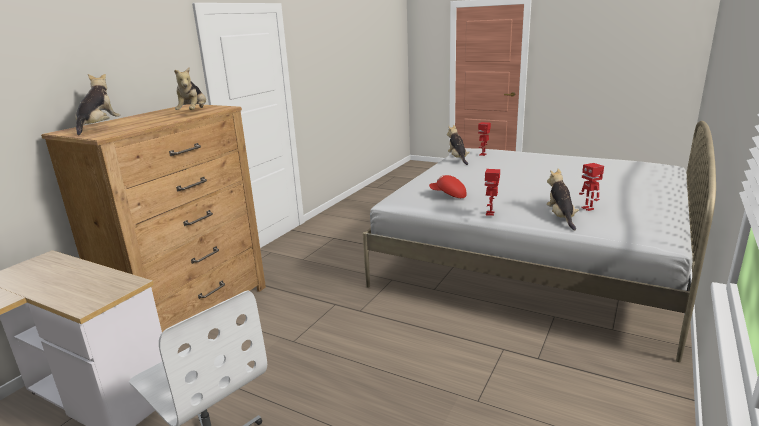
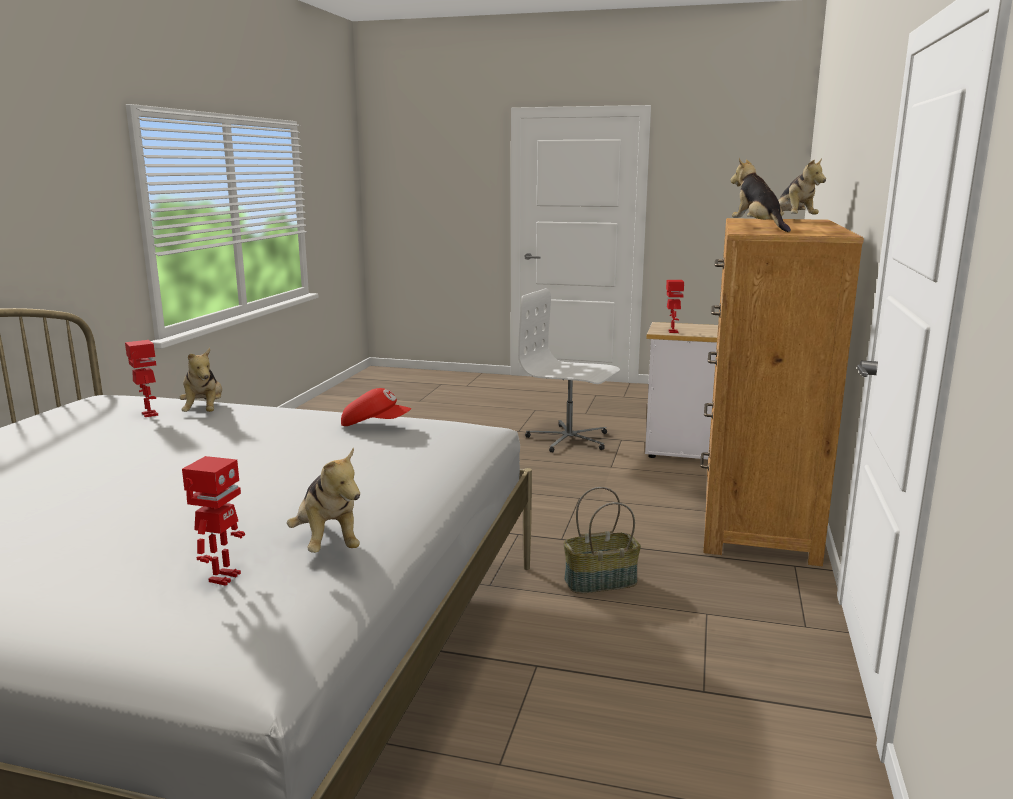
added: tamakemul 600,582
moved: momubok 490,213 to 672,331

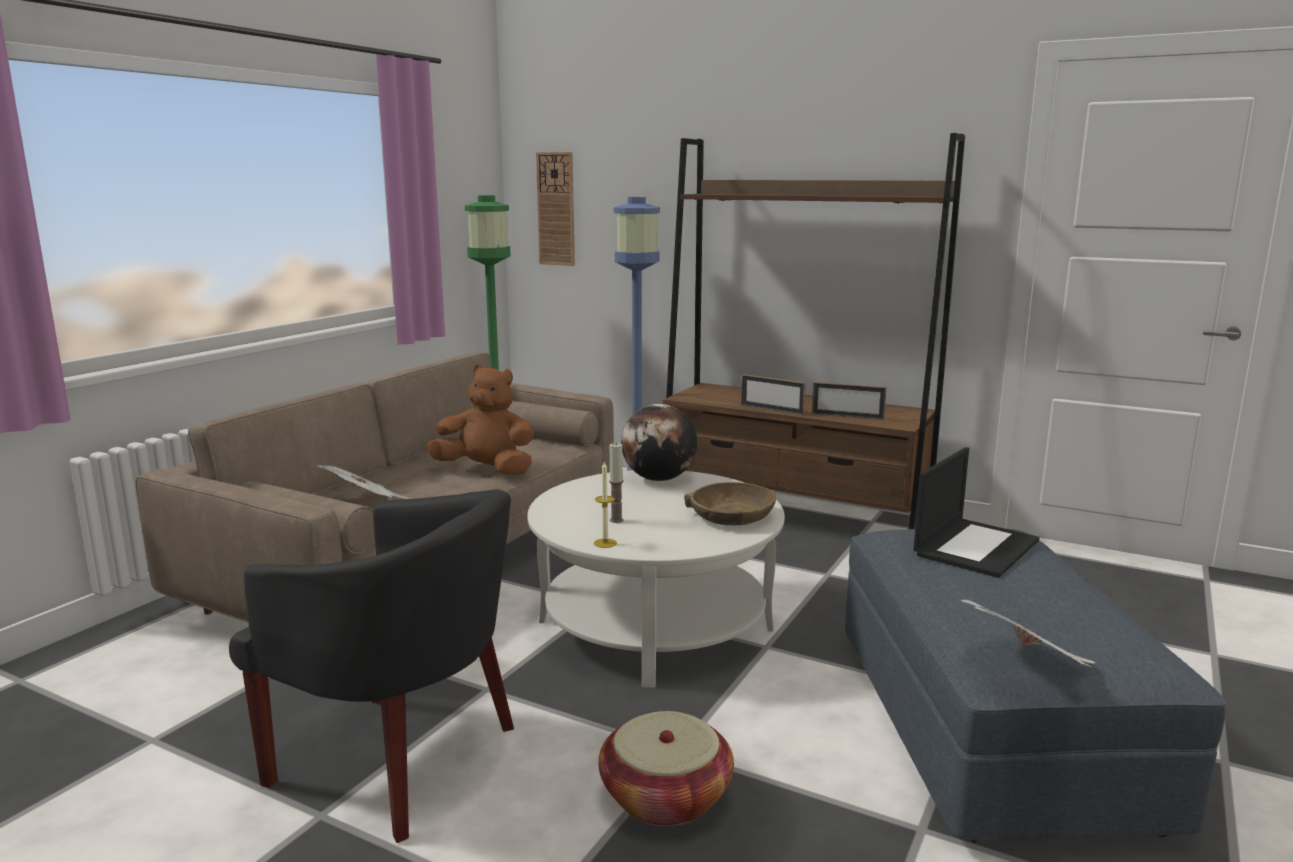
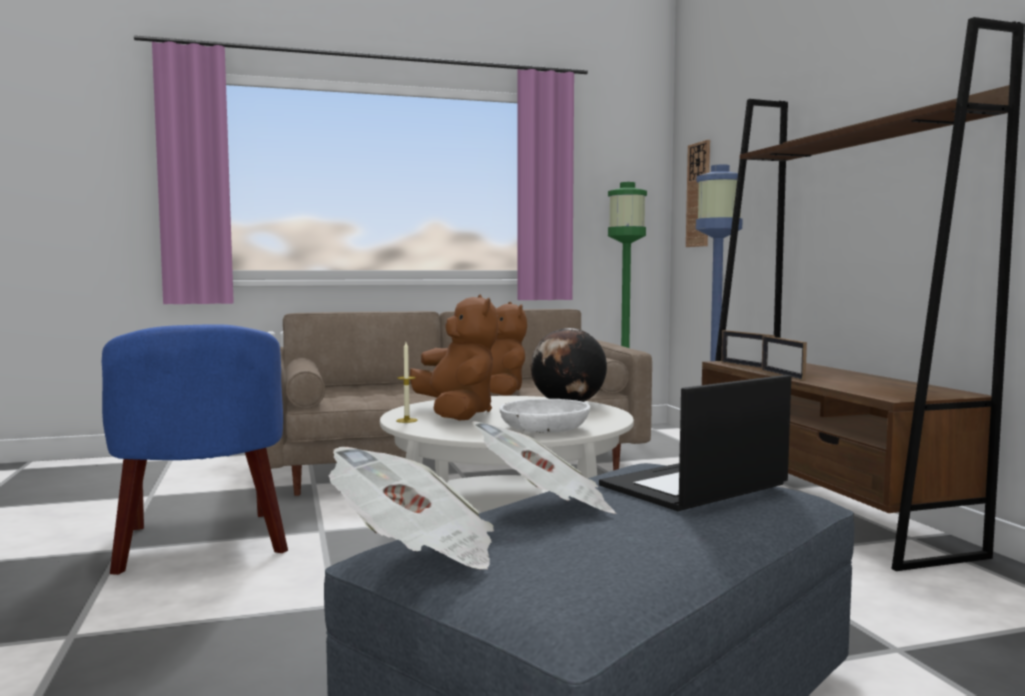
removed: tamakemul 665,797
moved: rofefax 847,416 to 746,366; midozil 366,503 to 545,504
replaced: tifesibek 616,520 to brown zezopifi 457,414
recoloured: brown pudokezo 731,516 to white pudokezo 543,428; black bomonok 400,761 to blue bomonok 201,543
turned: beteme 975,547 = 693,486 150 degrees clockwise

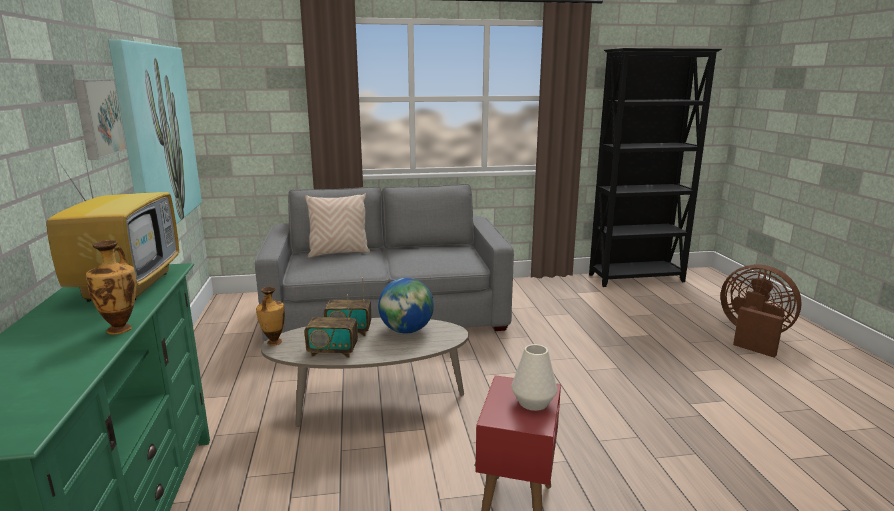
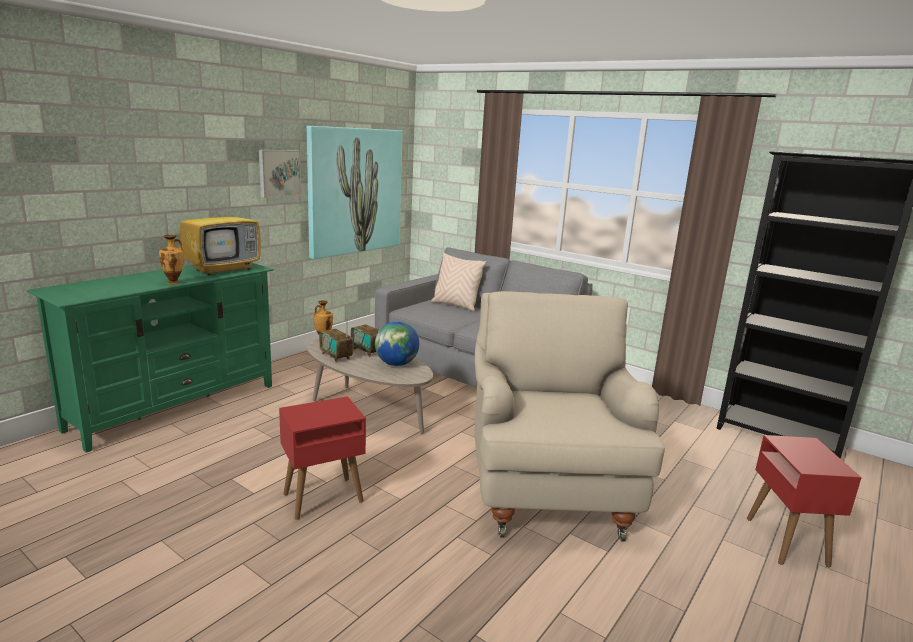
removed: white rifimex 533,403
added: beige bomonok 546,484
replaced: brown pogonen 752,337 to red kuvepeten 785,541

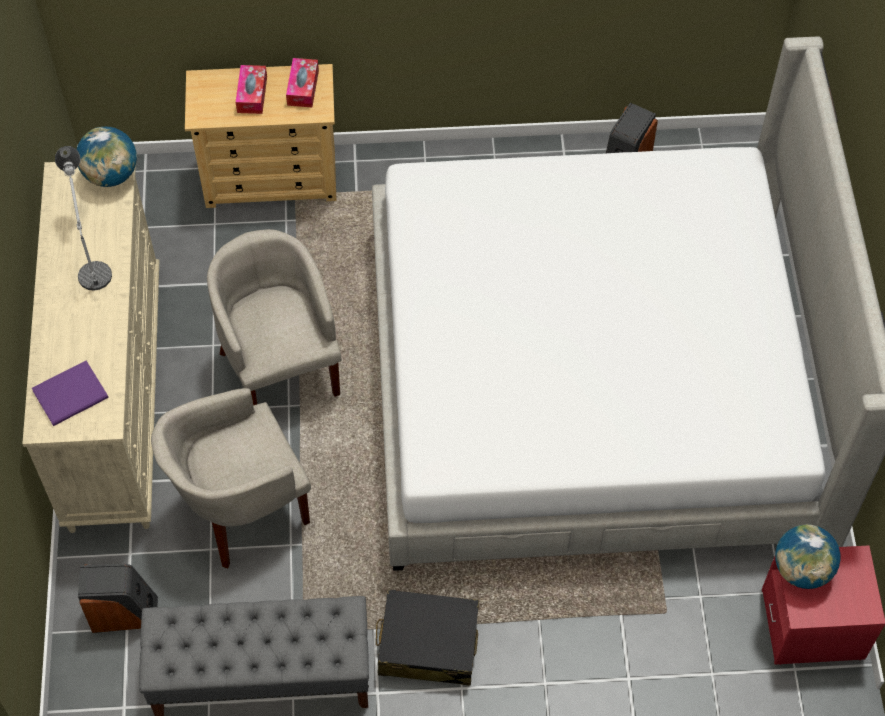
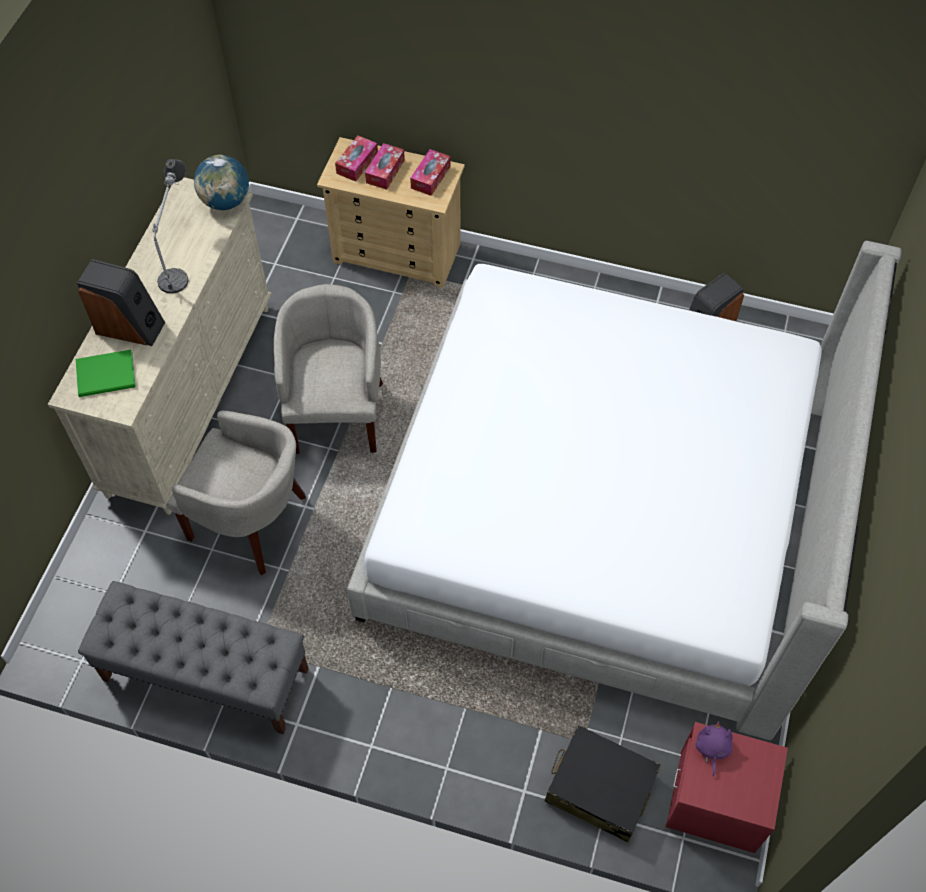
added: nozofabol 357,163
moved: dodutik 124,612 to 130,326; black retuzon 428,644 to 599,788
replaced: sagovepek 801,570 to purple zezopifi 712,748
recoloured: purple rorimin 73,395 to green rorimin 108,376
turned: beige bomonok 240,508 = 251,522 150 degrees counterclockwise

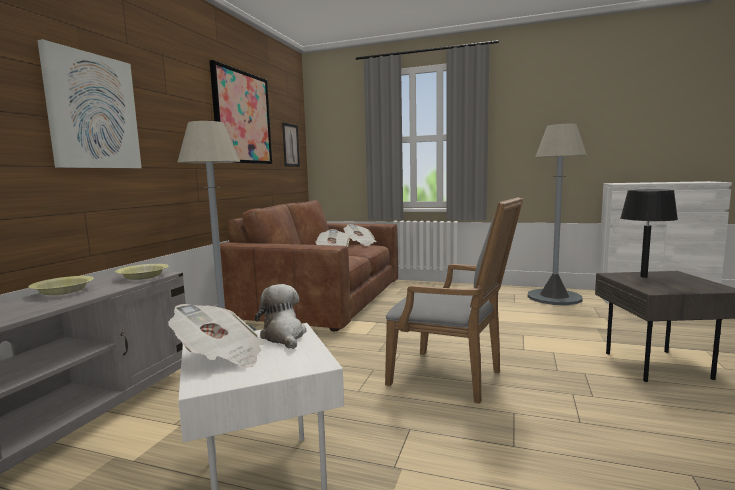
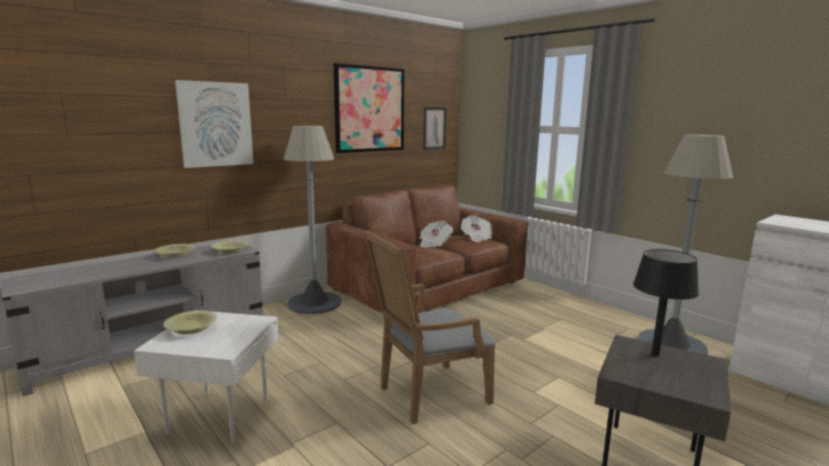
removed: zezopifi 284,336
replaced: midozil 221,357 to yellow pudokezo 191,329
turned: grey bomonok 453,378 = 427,395 90 degrees clockwise

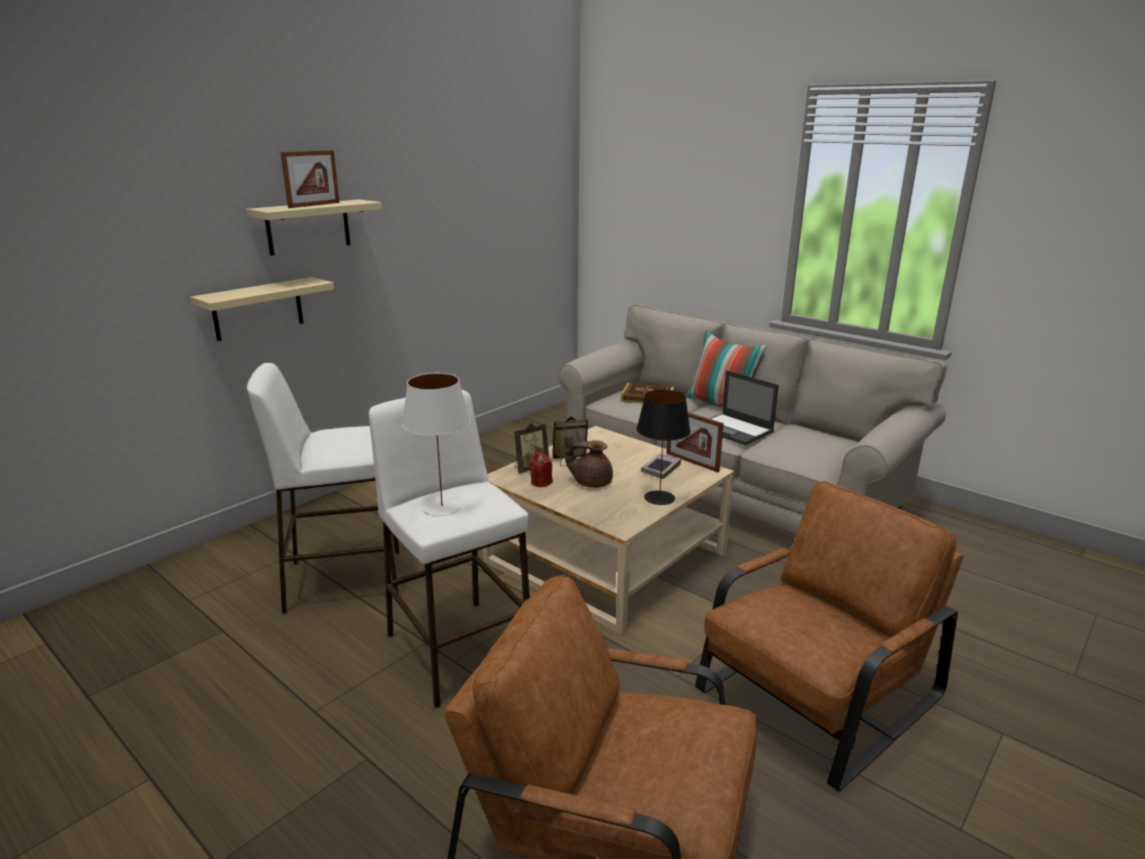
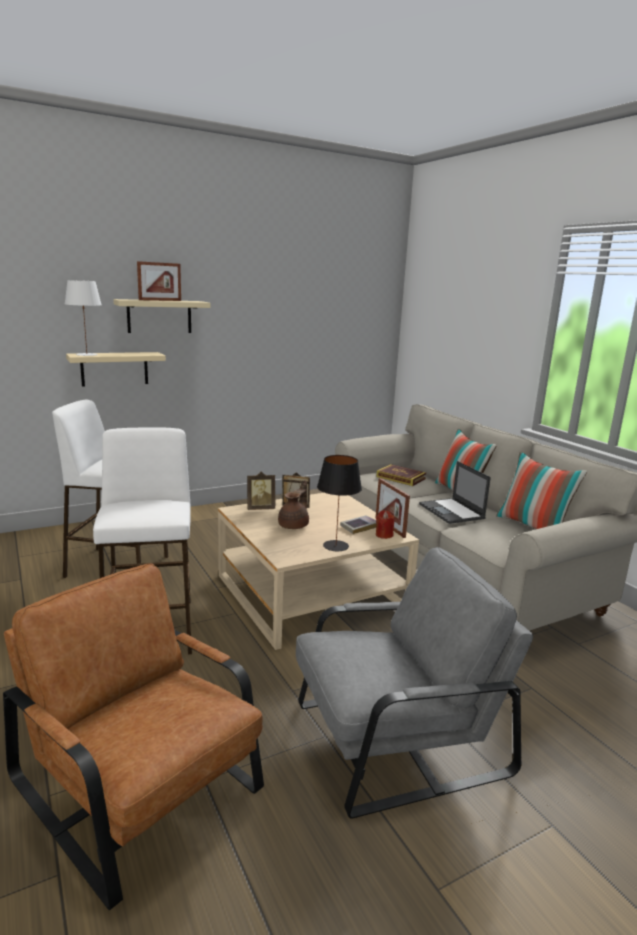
added: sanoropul 533,527
moved: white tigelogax 441,506 to 86,354; red tifesibek 541,482 to 384,535
recoloured: brown bomonok 816,695 to grey bomonok 396,738
turned: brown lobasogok 590,482 = 294,525 90 degrees clockwise

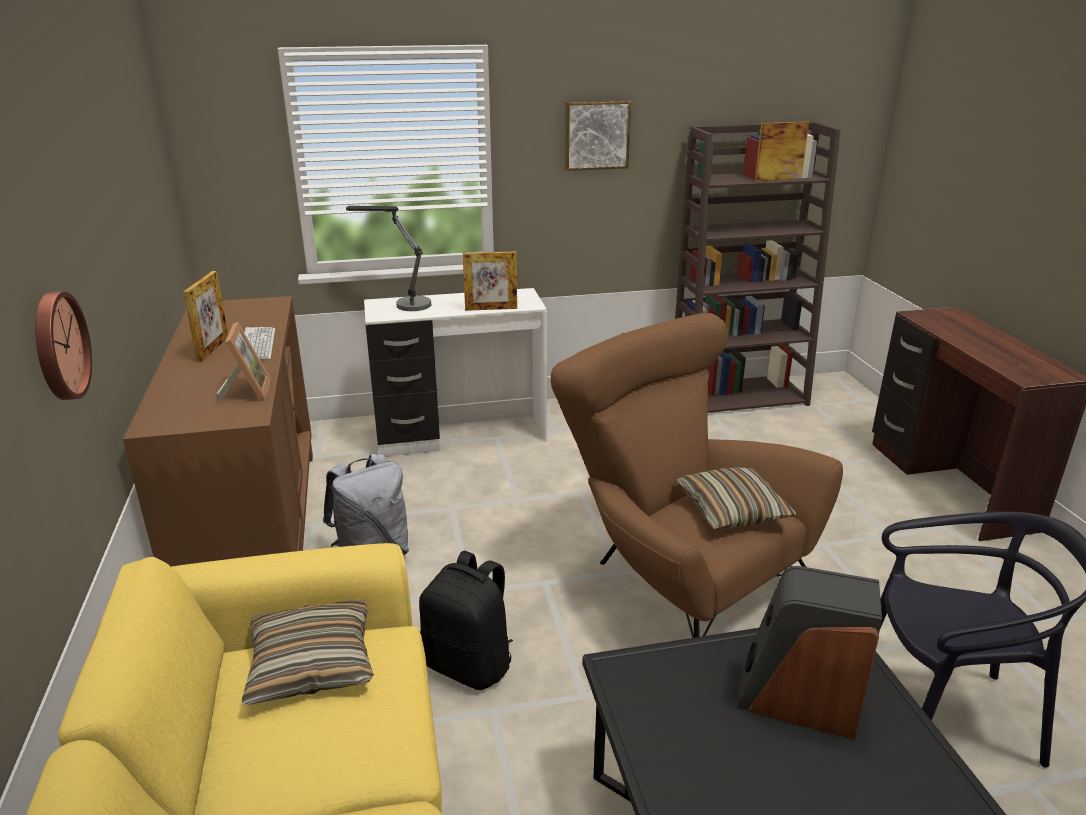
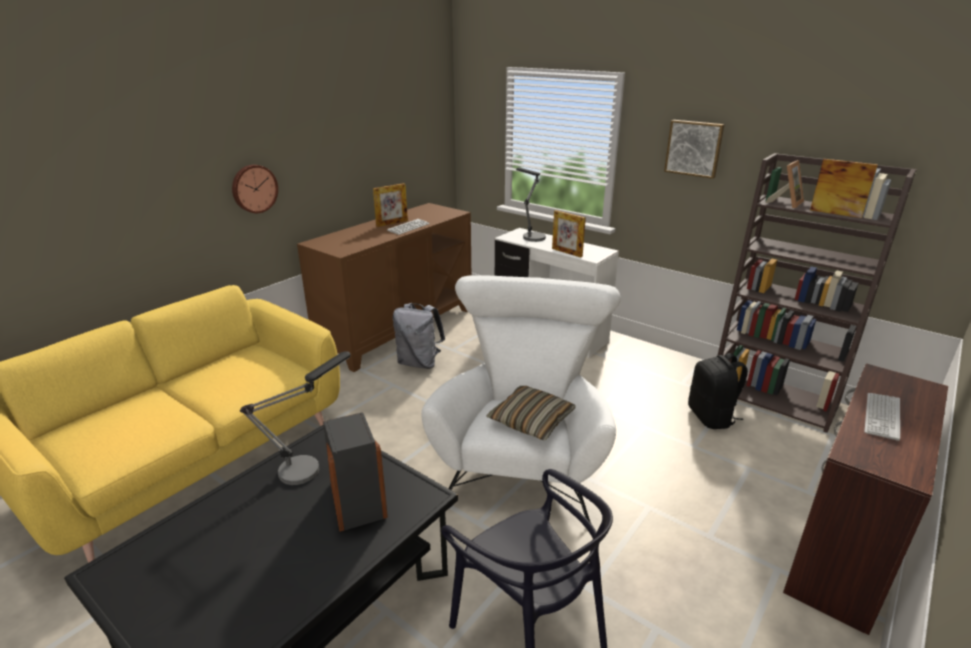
removed: sanoropul 311,664
added: tigelogax 309,465; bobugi 882,416
moved: rofefax 247,392 to 786,203; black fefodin 470,665 to 711,417
recoloured: brown bomonok 679,582 to white bomonok 522,462

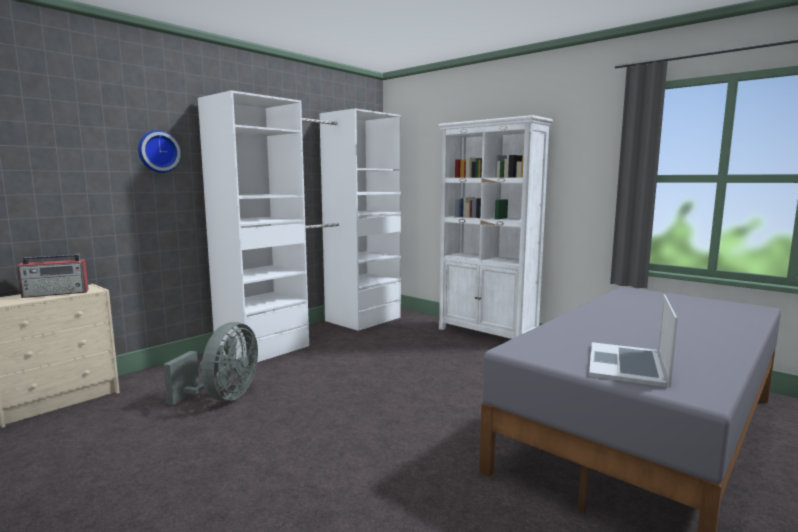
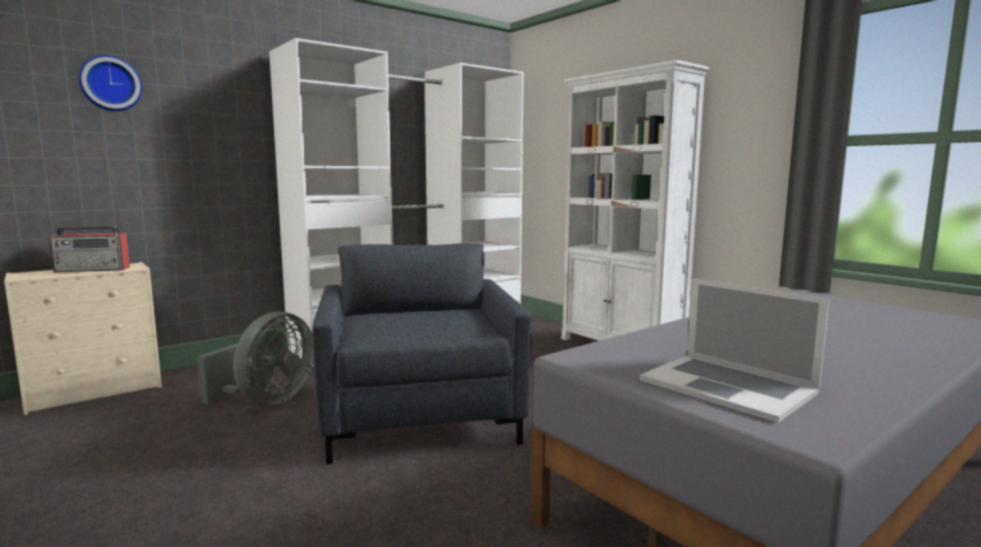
added: grey bomonok 421,416
moved: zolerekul 158,151 to 110,84
turned: beteme 628,364 = 727,386 75 degrees counterclockwise

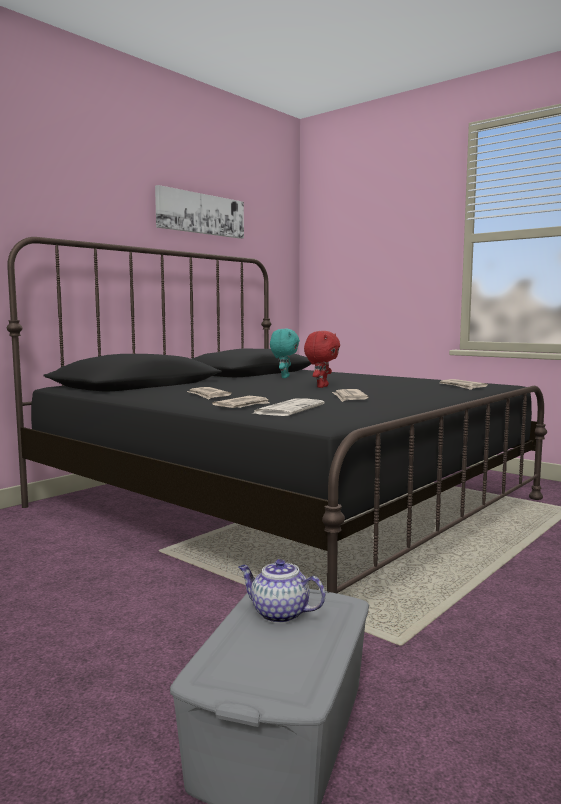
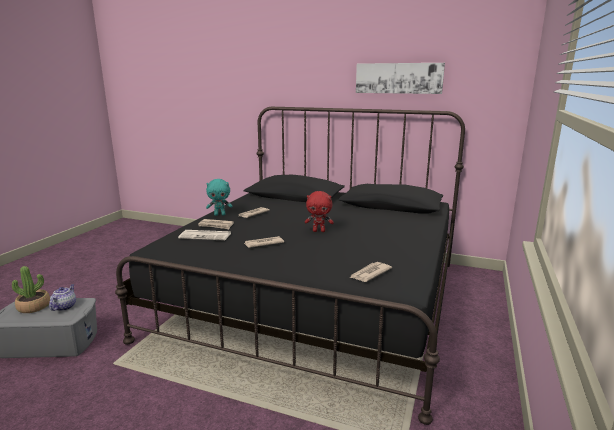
added: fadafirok 34,307
moved: turquoise zezopifi 284,377 to 220,214

